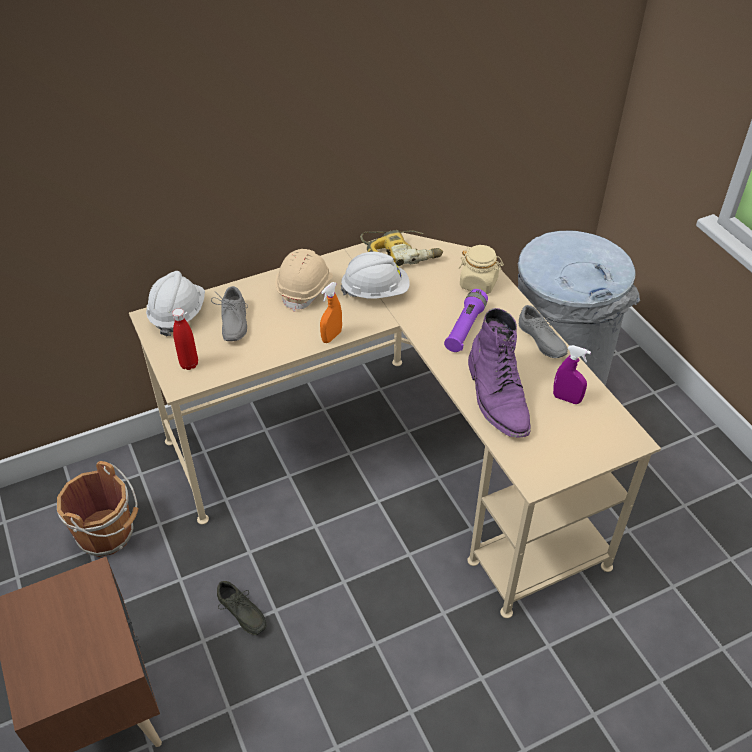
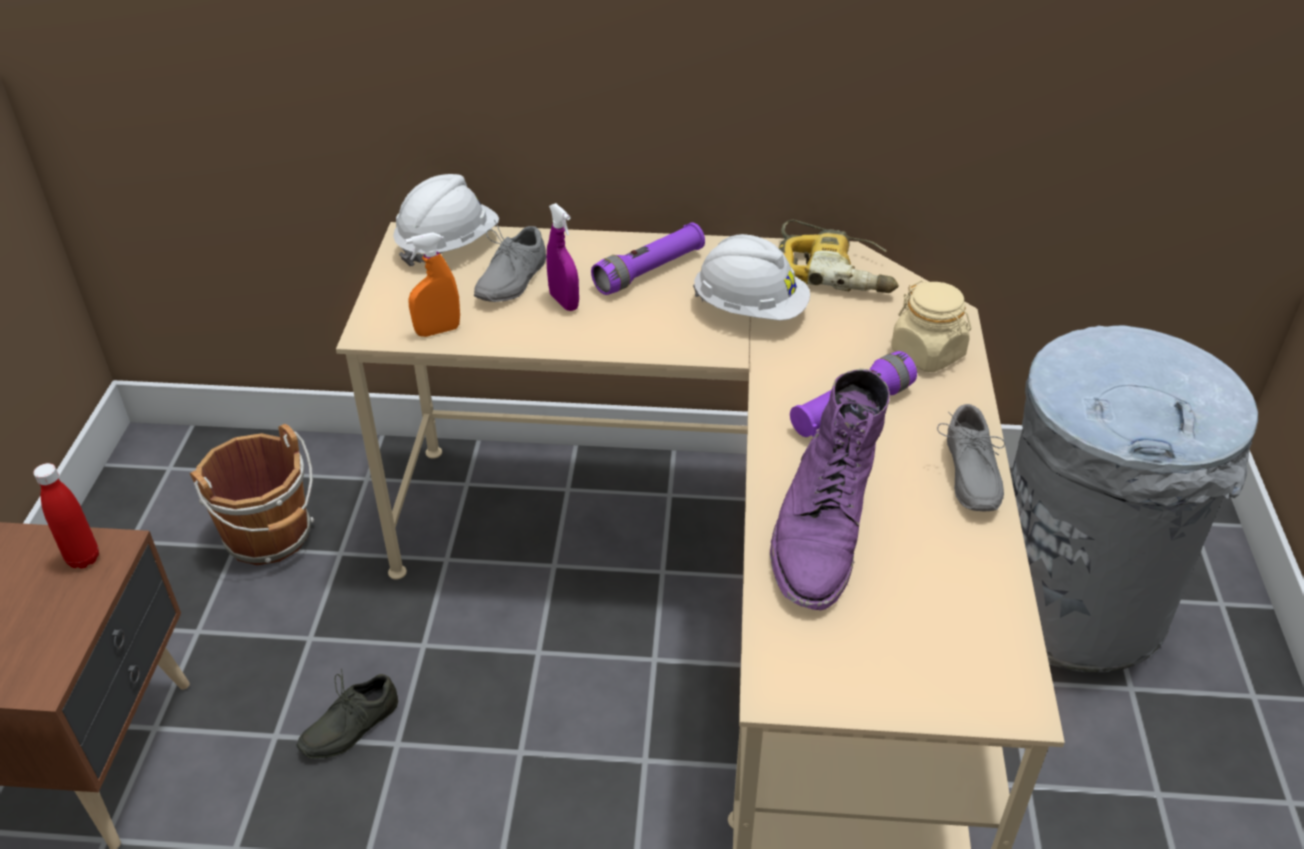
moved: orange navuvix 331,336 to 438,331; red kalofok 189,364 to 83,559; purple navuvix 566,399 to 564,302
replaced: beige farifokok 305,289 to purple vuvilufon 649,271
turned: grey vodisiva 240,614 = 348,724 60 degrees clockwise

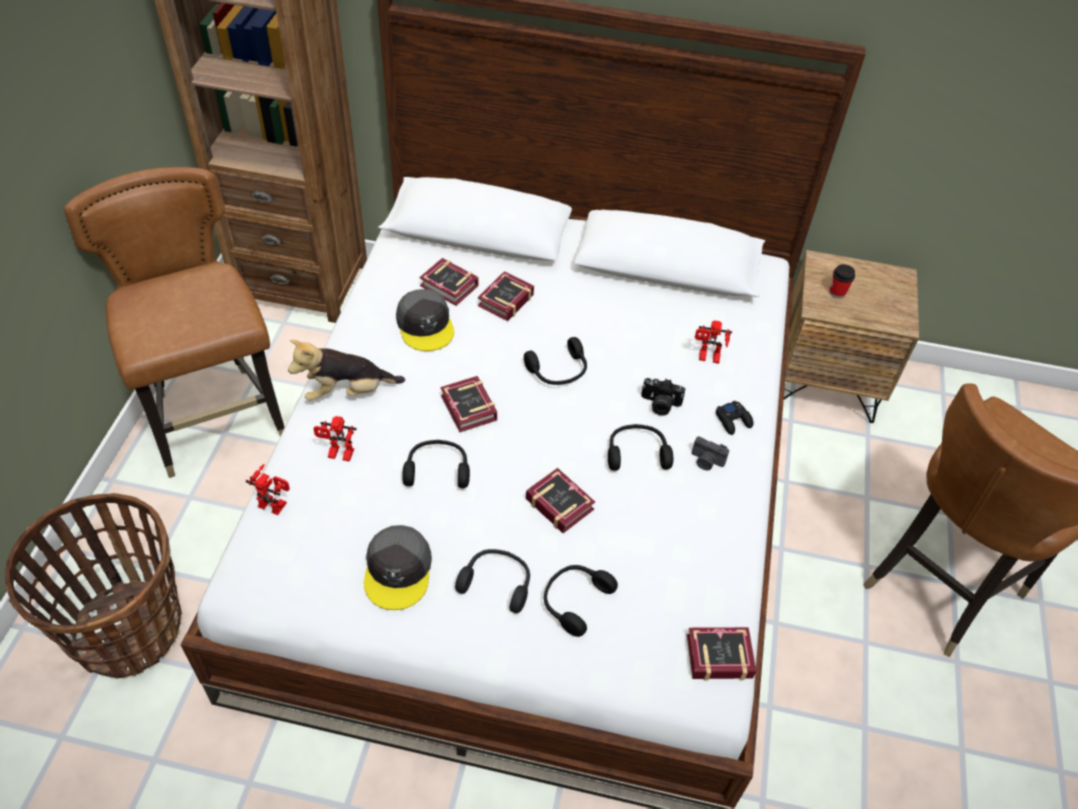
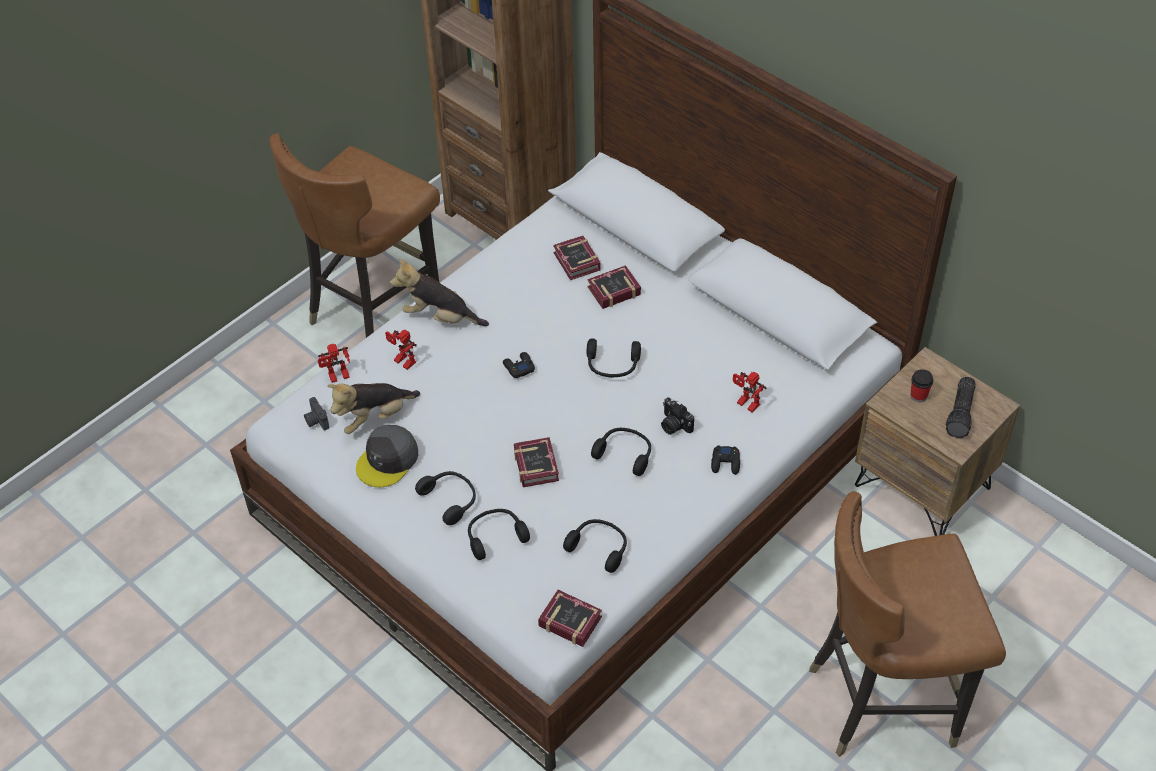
removed: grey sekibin 425,325; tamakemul 128,629
added: vuvilufon 961,413; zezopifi 375,417
moved: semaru 706,461 to 316,421; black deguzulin 437,469 to 599,547
replaced: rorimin 468,410 to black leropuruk 518,367
turned: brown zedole 217,422 = 373,308 150 degrees counterclockwise; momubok 275,503 = 338,378 105 degrees clockwise

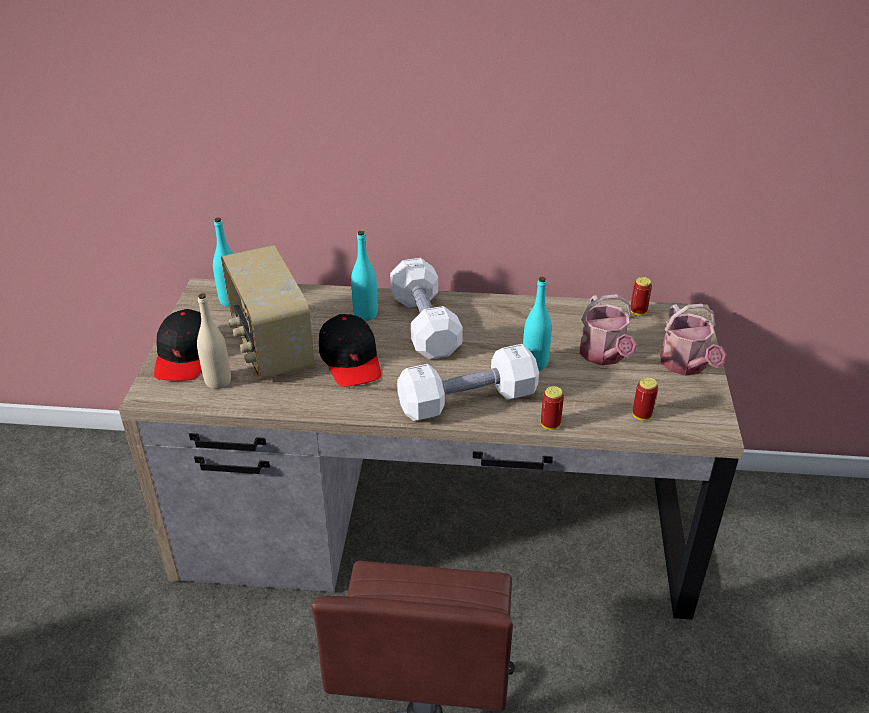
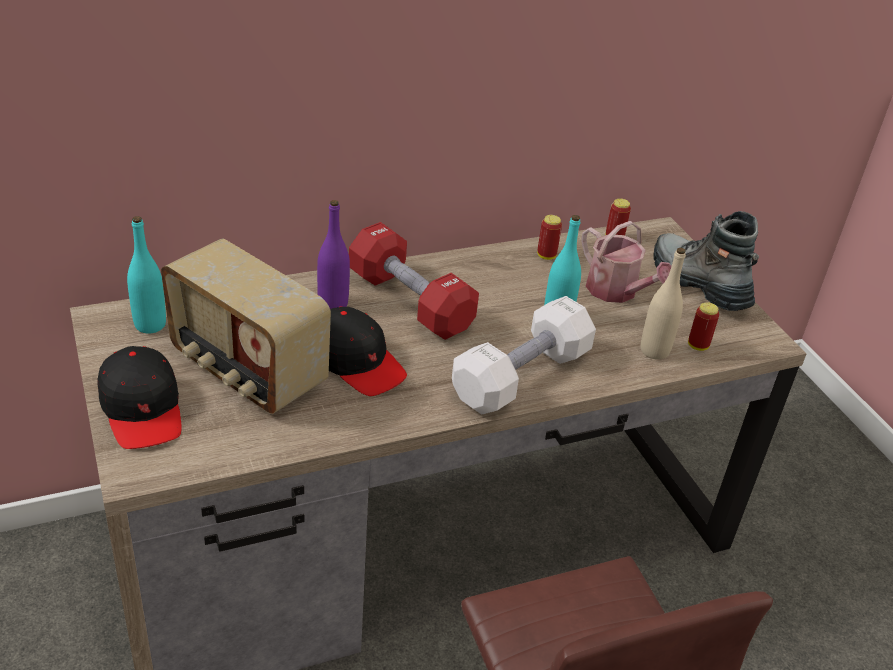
moved: beige kalofok 218,381 to 654,351; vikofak 550,425 to 546,256
replaced: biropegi 686,365 to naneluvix 698,284
recoloured: turquoise kalofok 365,315 to purple kalofok 333,305; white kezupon 425,325 to red kezupon 410,302

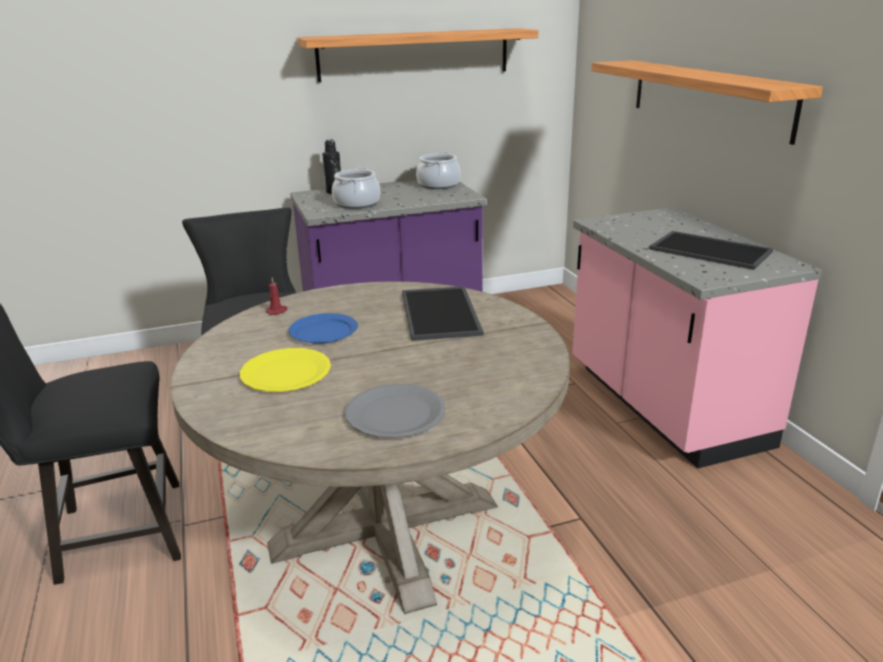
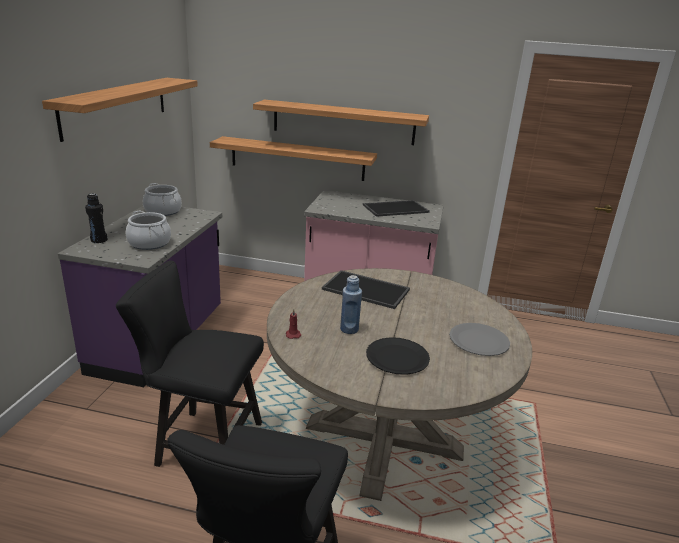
added: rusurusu 297,158
replaced: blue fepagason 323,331 to blue kalofok 349,329
recoloured: yellow fepagason 286,372 to black fepagason 397,357

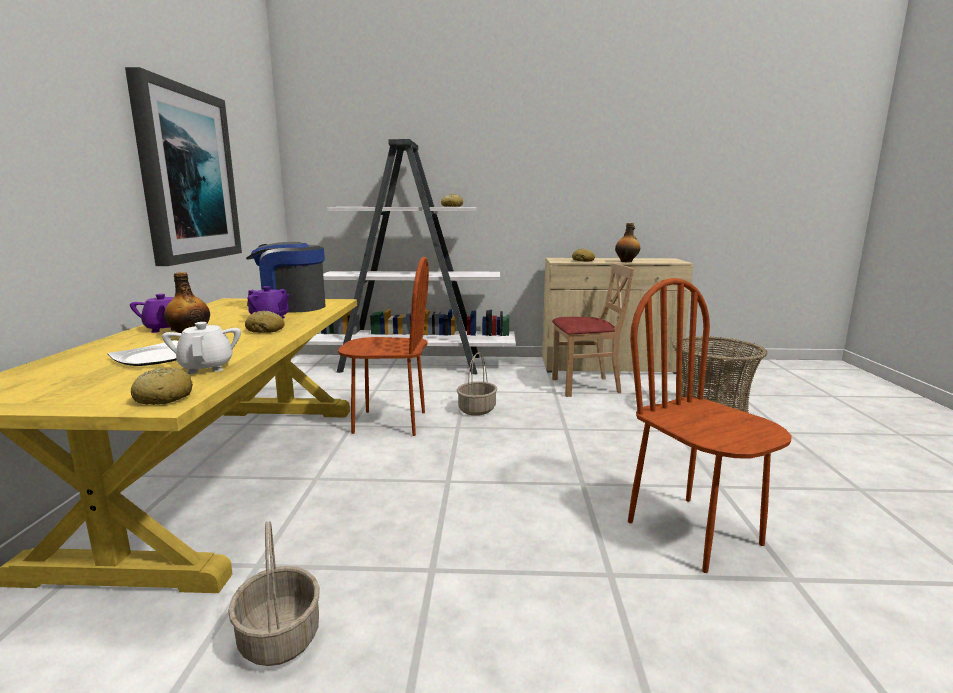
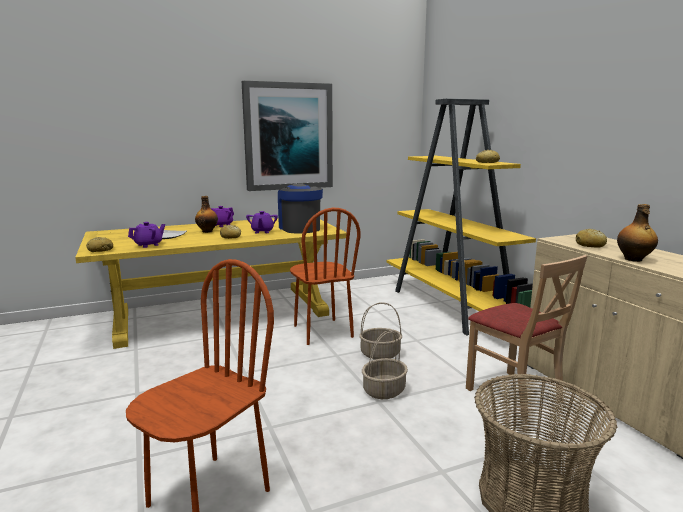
moved: tamakemul 278,637 to 384,390
recoloured: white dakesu 414,364 to yellow dakesu 452,307; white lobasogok 207,367 to purple lobasogok 148,245

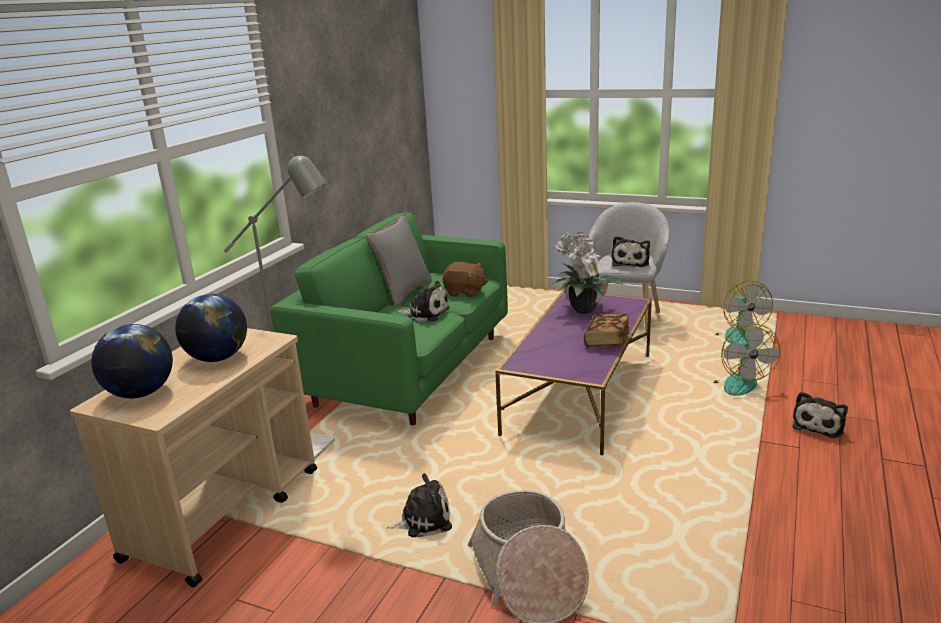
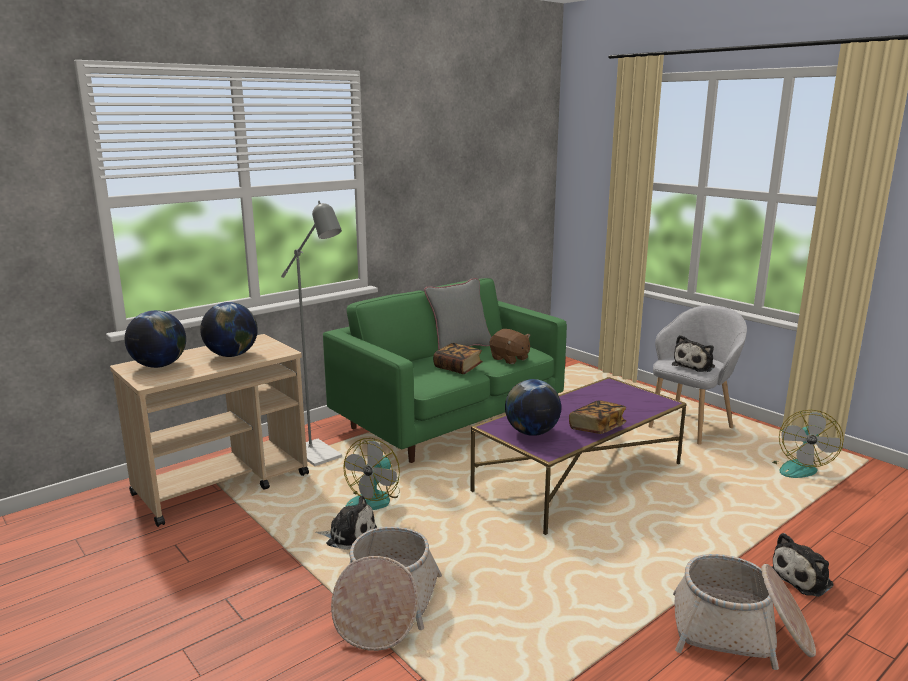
removed: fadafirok 584,311
added: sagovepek 531,433; tamakemul 739,633
moved: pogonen 735,382 to 374,499
replaced: zezopifi 425,313 to rorimin 458,368

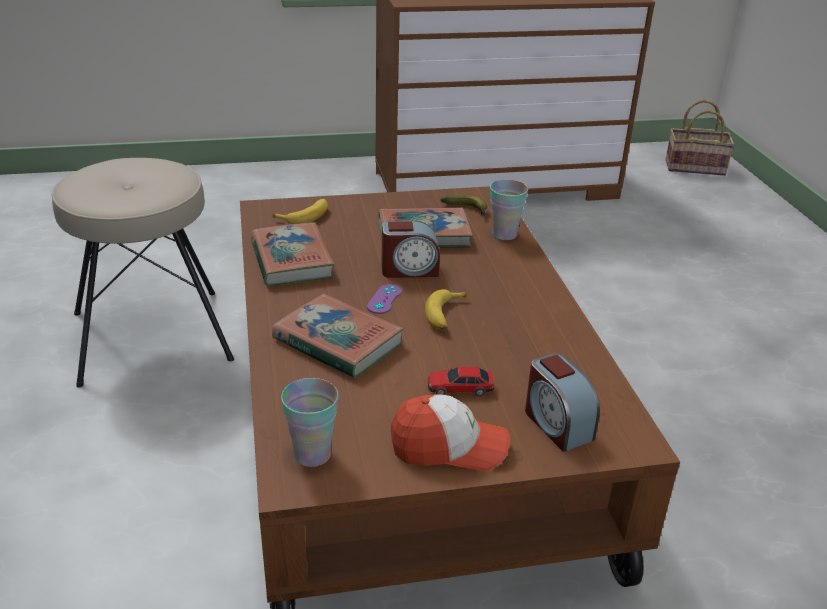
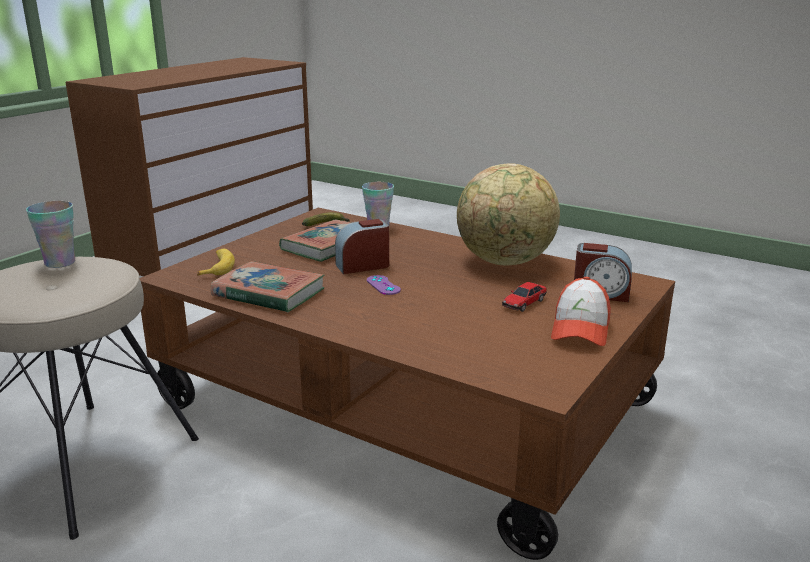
removed: tamakemul 696,167; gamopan 445,316; rorimin 338,342
added: sagovepek 505,262
moved: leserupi 312,454 to 60,263
turned: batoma 409,270 = 363,266 150 degrees counterclockwise; sekibin 449,447 = 580,329 150 degrees clockwise

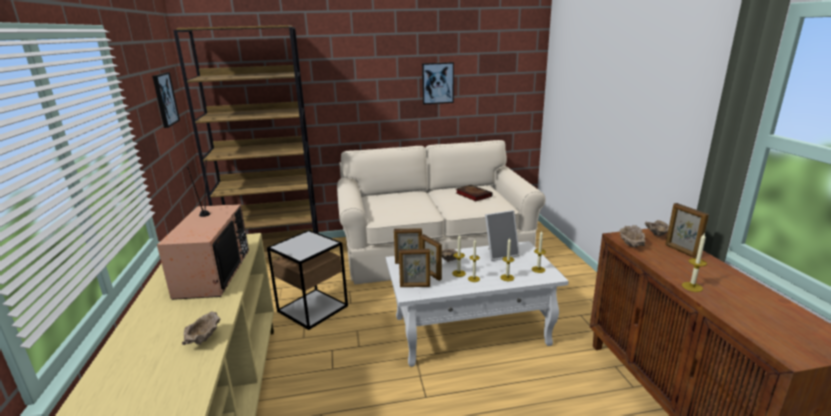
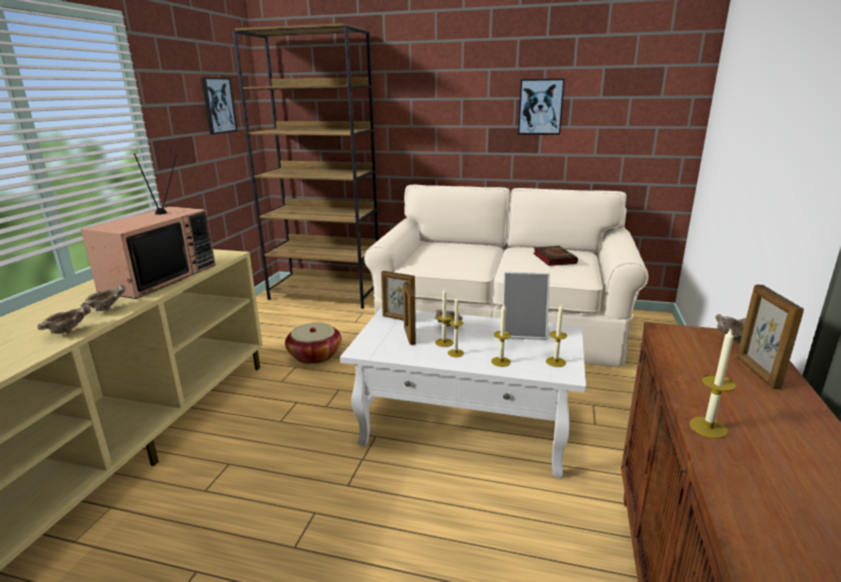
removed: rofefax 415,286
moved: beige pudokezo 630,245 to 107,309
replaced: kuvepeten 312,308 to tamakemul 314,355

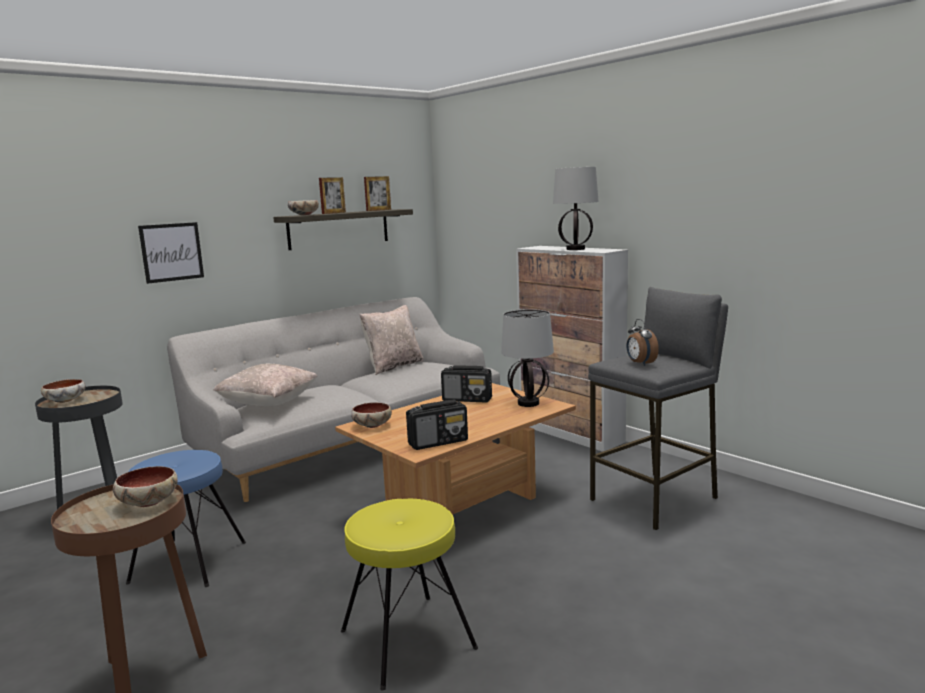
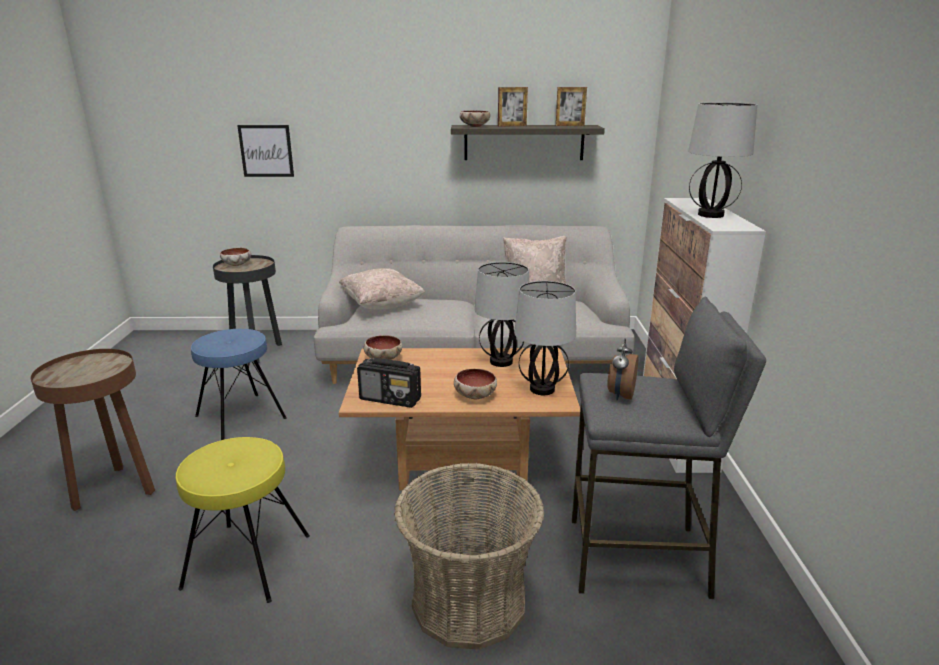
added: tamakemul 469,602
moved: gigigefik 171,252 to 266,151; pudokezo 147,503 to 474,395
replaced: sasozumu 467,399 to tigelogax 501,361

